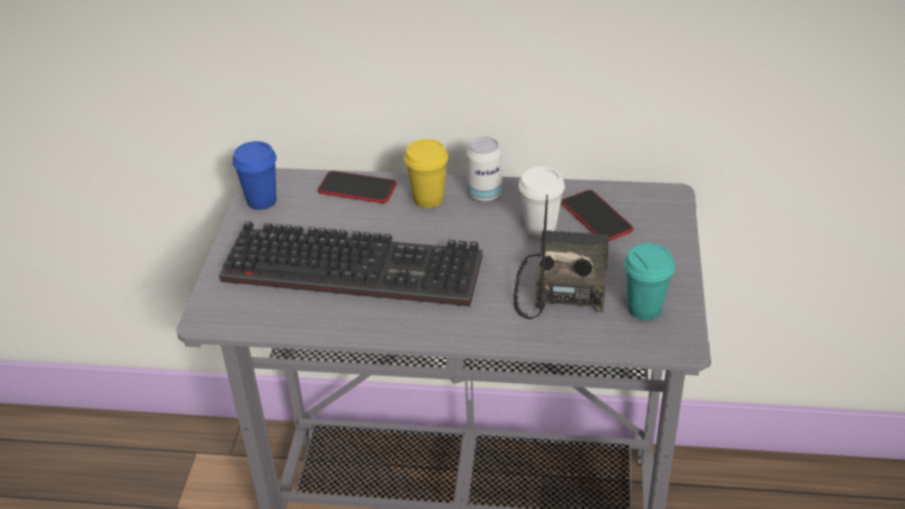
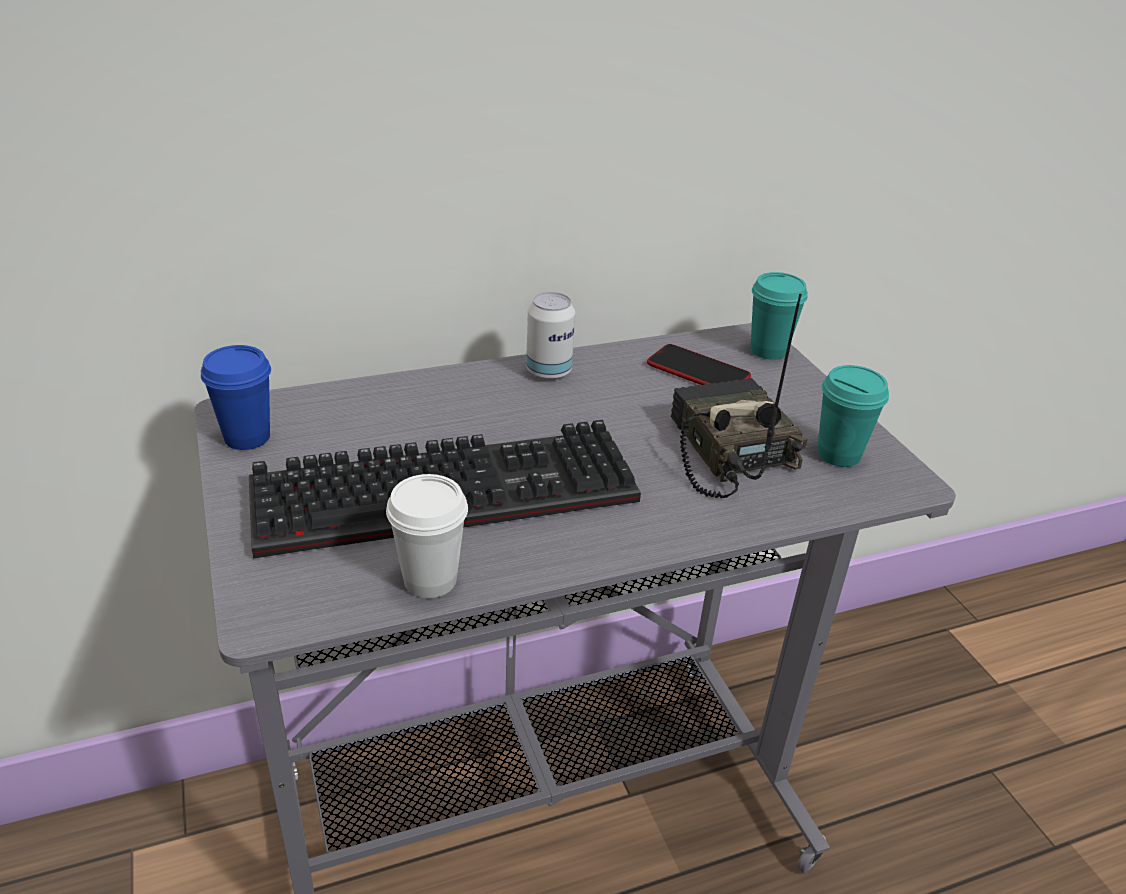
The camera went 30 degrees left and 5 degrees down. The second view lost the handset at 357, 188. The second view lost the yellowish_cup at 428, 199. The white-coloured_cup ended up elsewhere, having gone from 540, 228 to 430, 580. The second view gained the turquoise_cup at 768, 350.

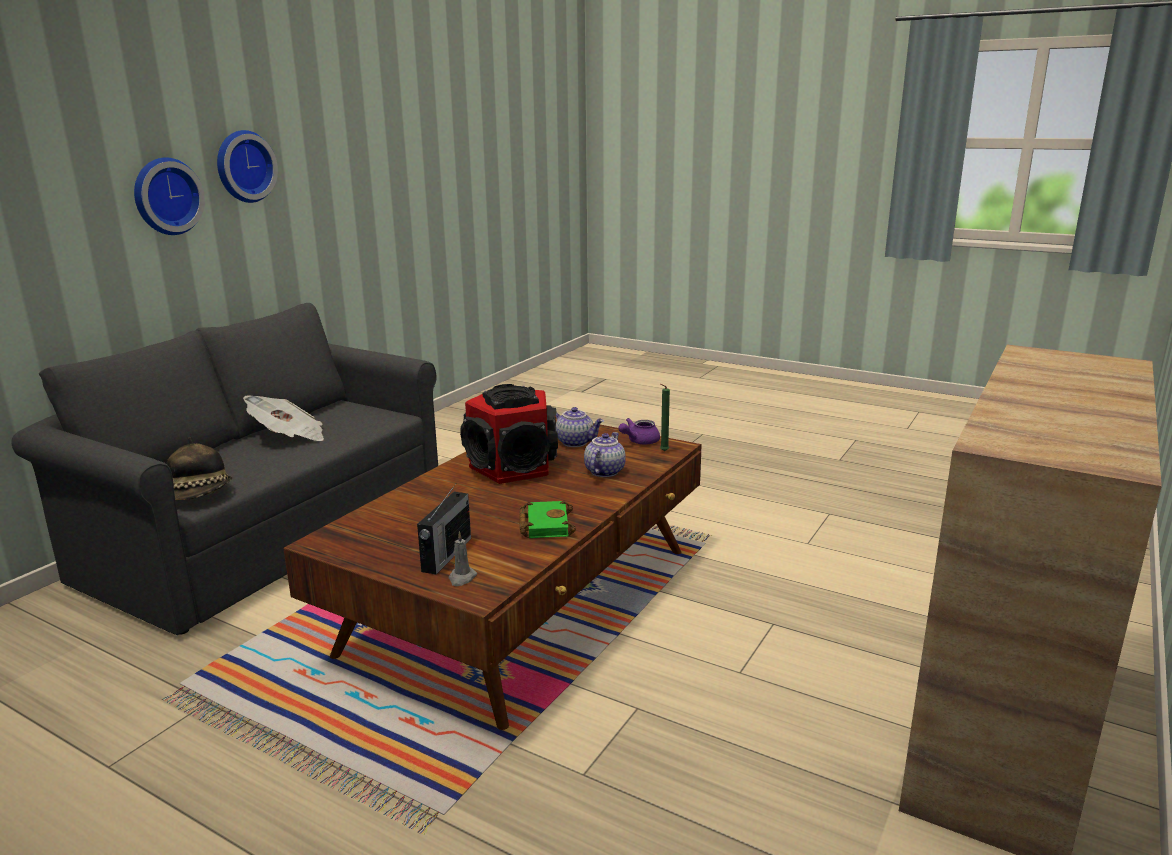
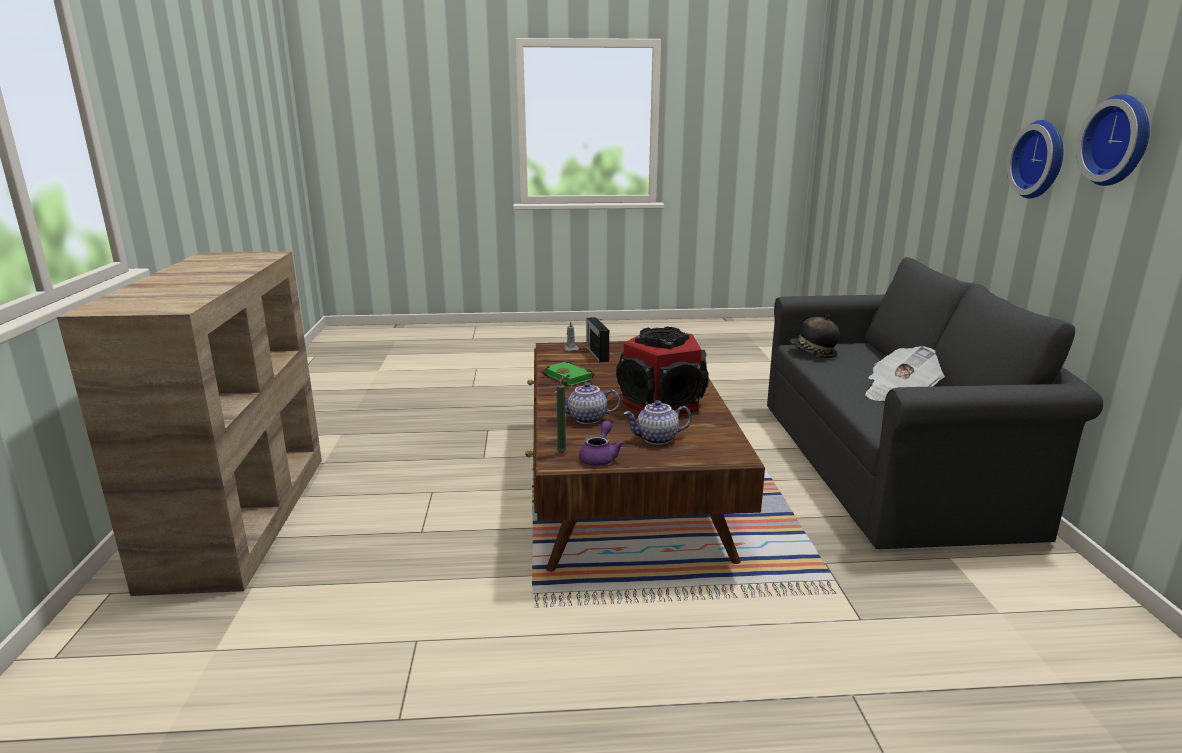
The camera went 145 degrees right and 0 degrees up. The teapot at 604, 471 ended up facing another way, 105 degrees clockwise from before.

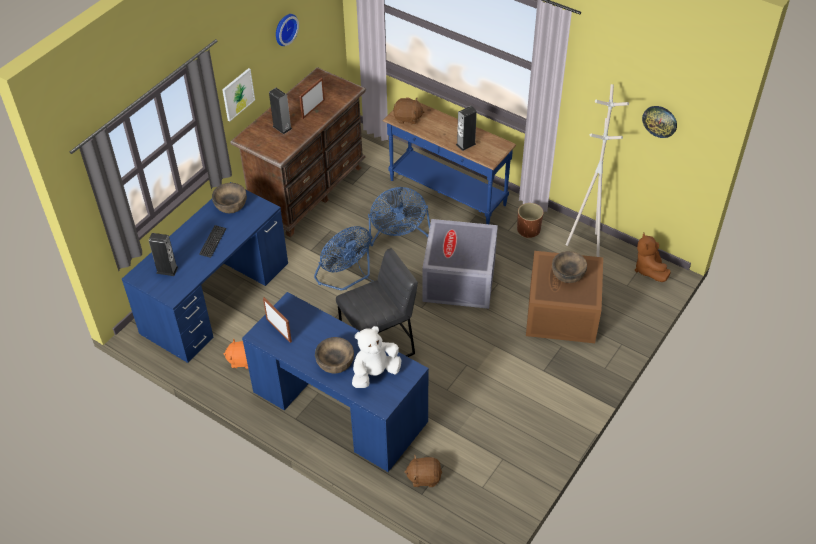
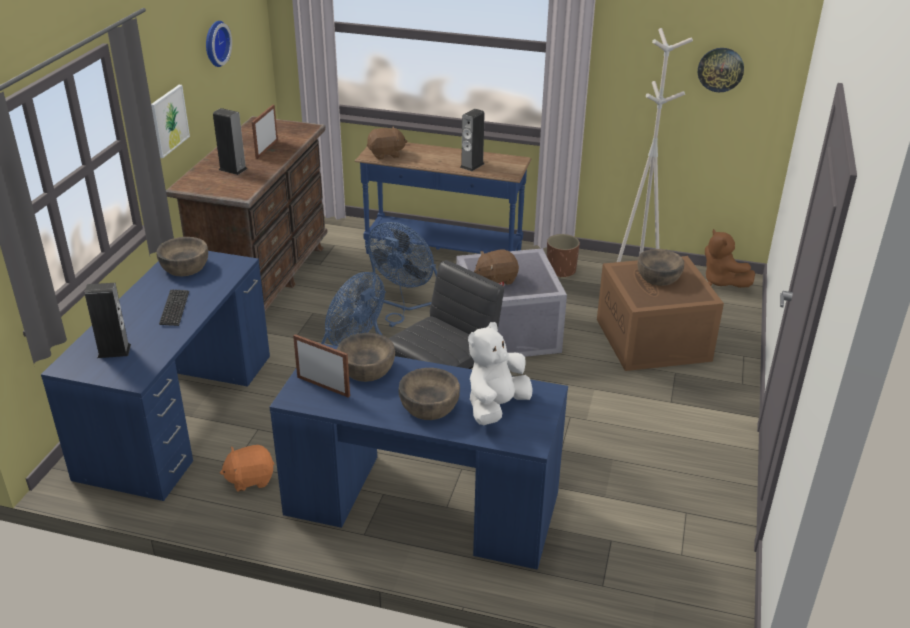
The camera went 20 degrees left and 15 degrees down. The bluish_cooling_fan at 395, 233 ended up facing another way, 120 degrees counterclockwise from before. The brown-coloured_soft_toy ended up elsewhere, having gone from 424, 477 to 496, 279. The second view gained the brown-coloured_serving_bowl at 366, 369.

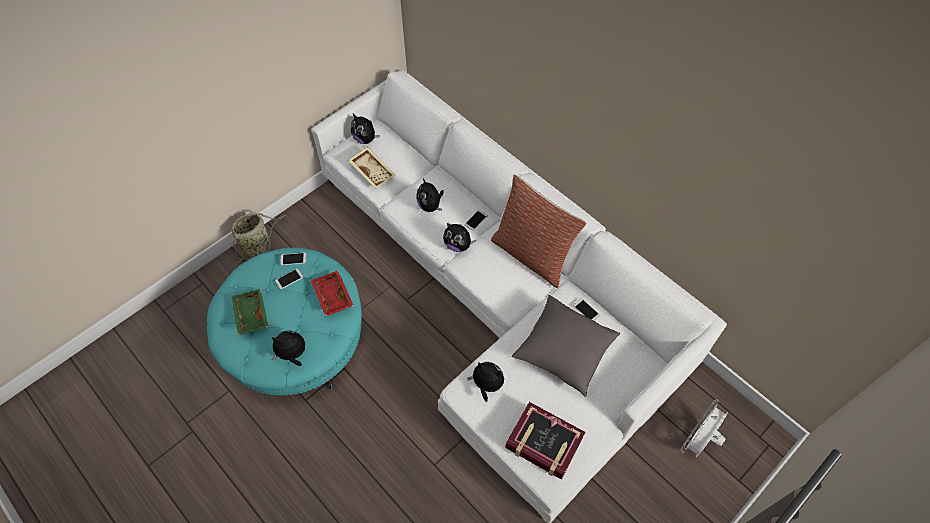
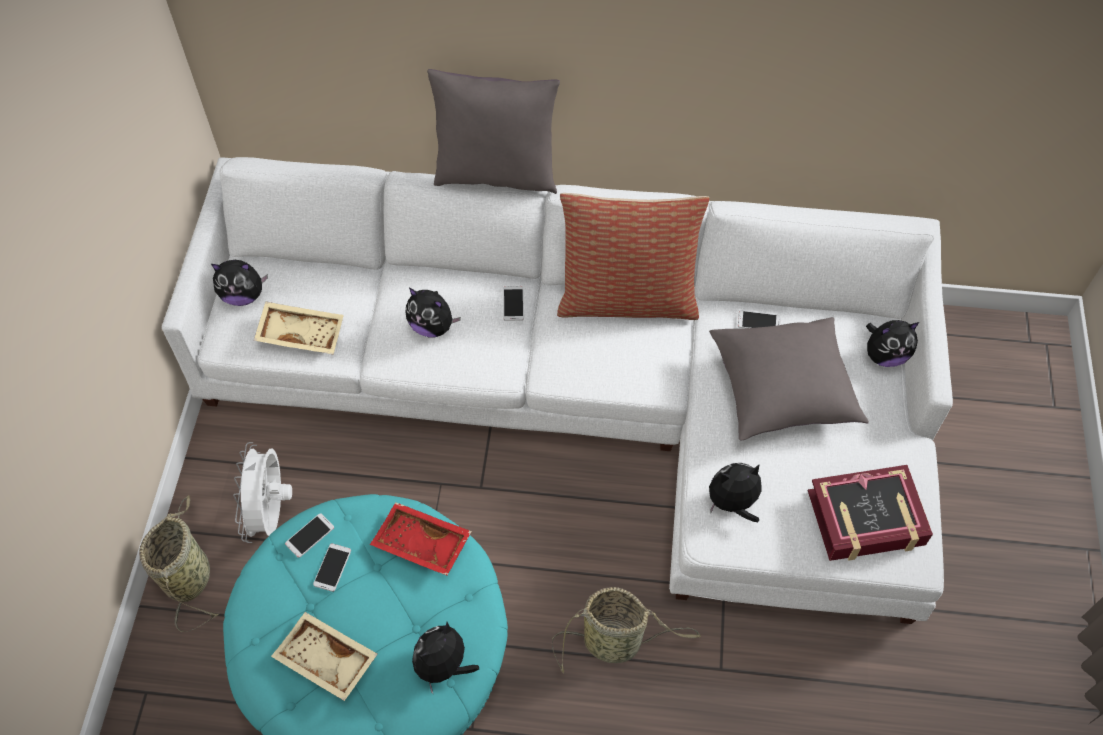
The camera went 40 degrees left and 0 degrees up. What was the green-coloured_serving_tray at 250, 315 turned into the beige-coloured_serving_tray at 325, 661. The soft_toy ended up elsewhere, having gone from 458, 245 to 884, 355. The white-coloured_cooling_fan ended up elsewhere, having gone from 698, 441 to 272, 514. The second view gained the grey_cushion at 496, 174. The second view gained the household_basket at 616, 642.

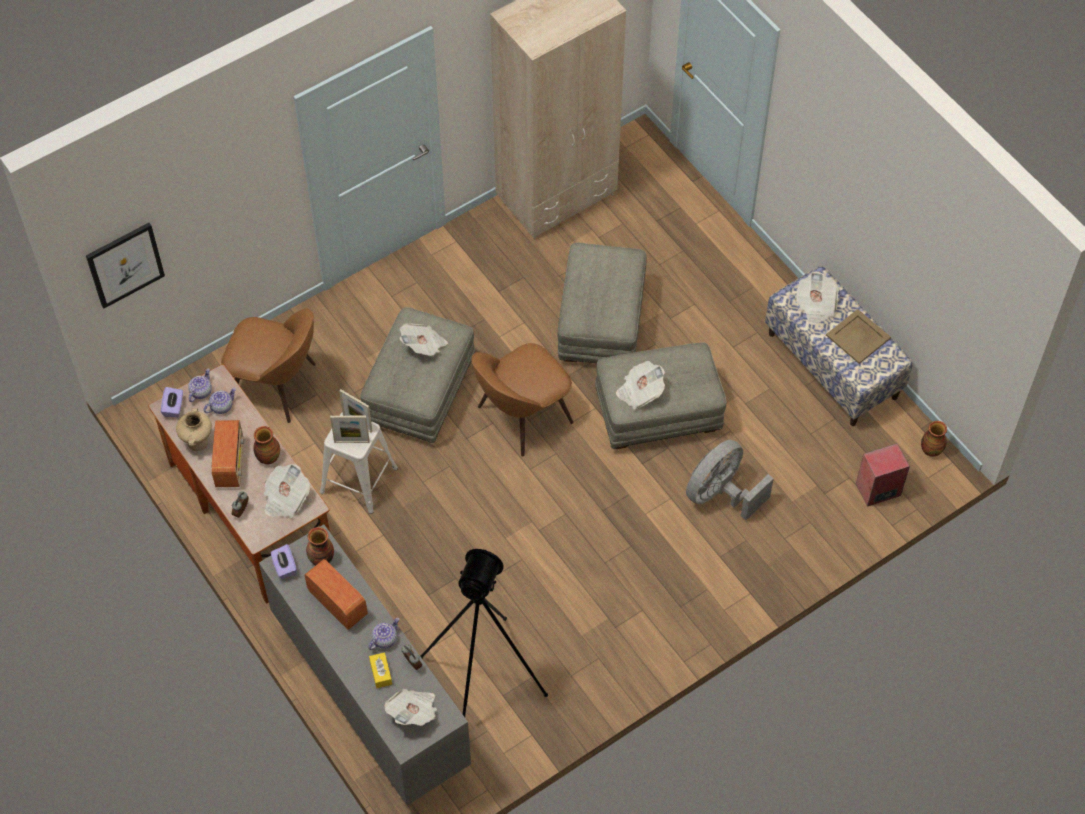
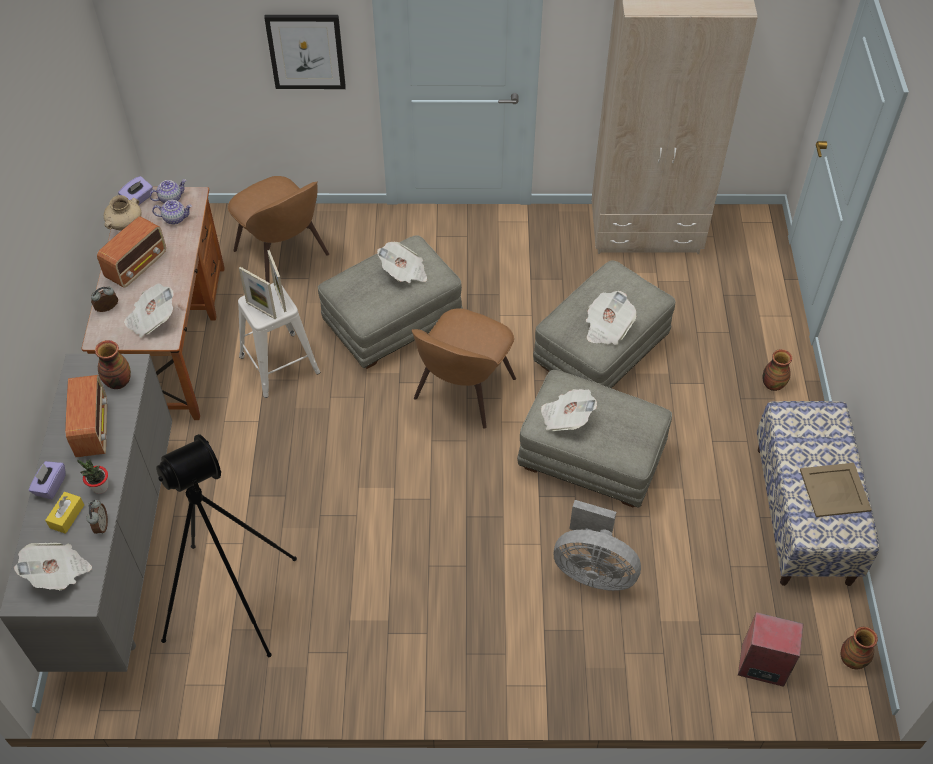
The camera went 35 degrees right and 5 degrees down. The picture ended up elsewhere, having gone from 125, 264 to 306, 51. The flower_vase ended up elsewhere, having gone from 268, 457 to 772, 384. The purple_tissue_holder ended up elsewhere, having gone from 284, 567 to 50, 486. Where the teapot stood at 384, 639, the plant_in_a_pot came to stand at 100, 487. The brown-coloured_plain_chair at 521, 416 ended up facing another way, 60 degrees counterclockwise from before. The grey_cooling_fan at 721, 494 ended up facing another way, 150 degrees counterclockwise from before. The newspaper ended up elsewhere, having gone from 815, 306 to 607, 328.

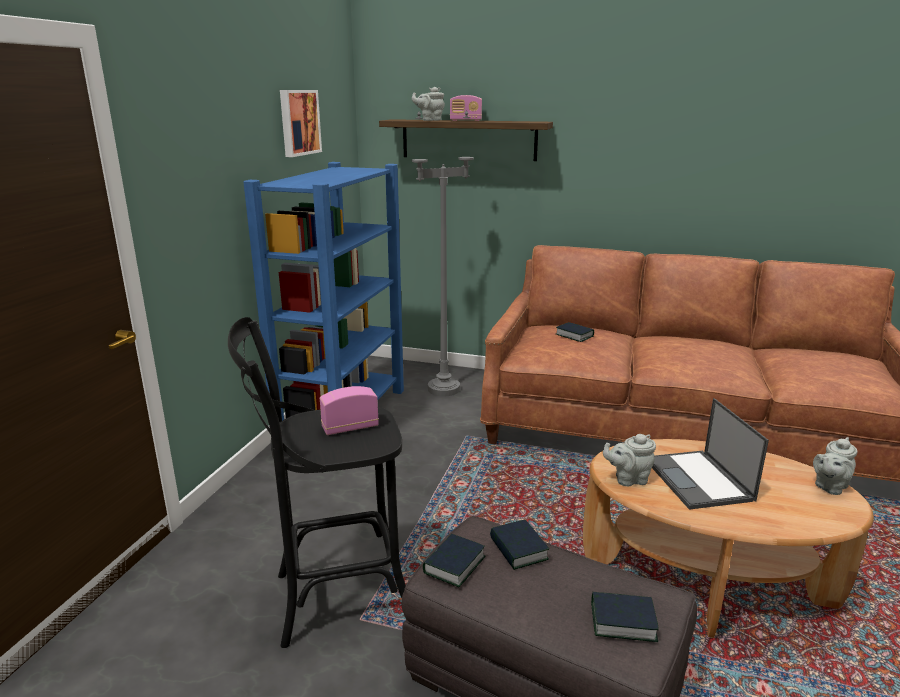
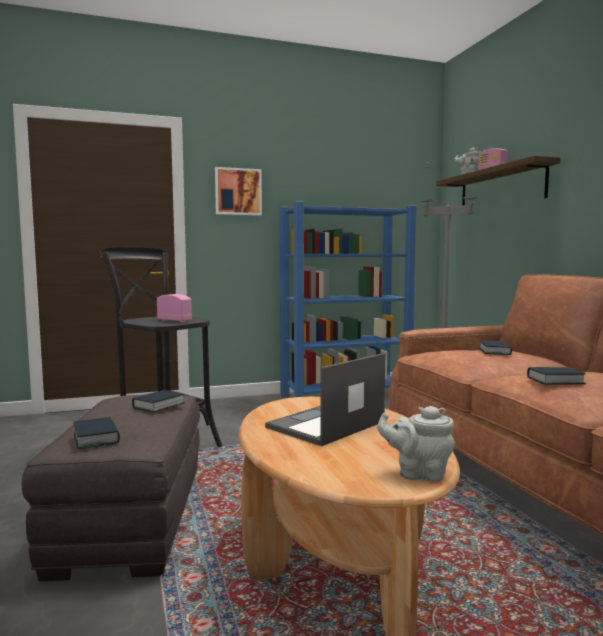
The camera went 55 degrees right and 15 degrees down. The picture ended up elsewhere, having gone from 298, 122 to 238, 192. The book ended up elsewhere, having gone from 454, 565 to 555, 381. The second view lost the grey_teapot at 628, 479.

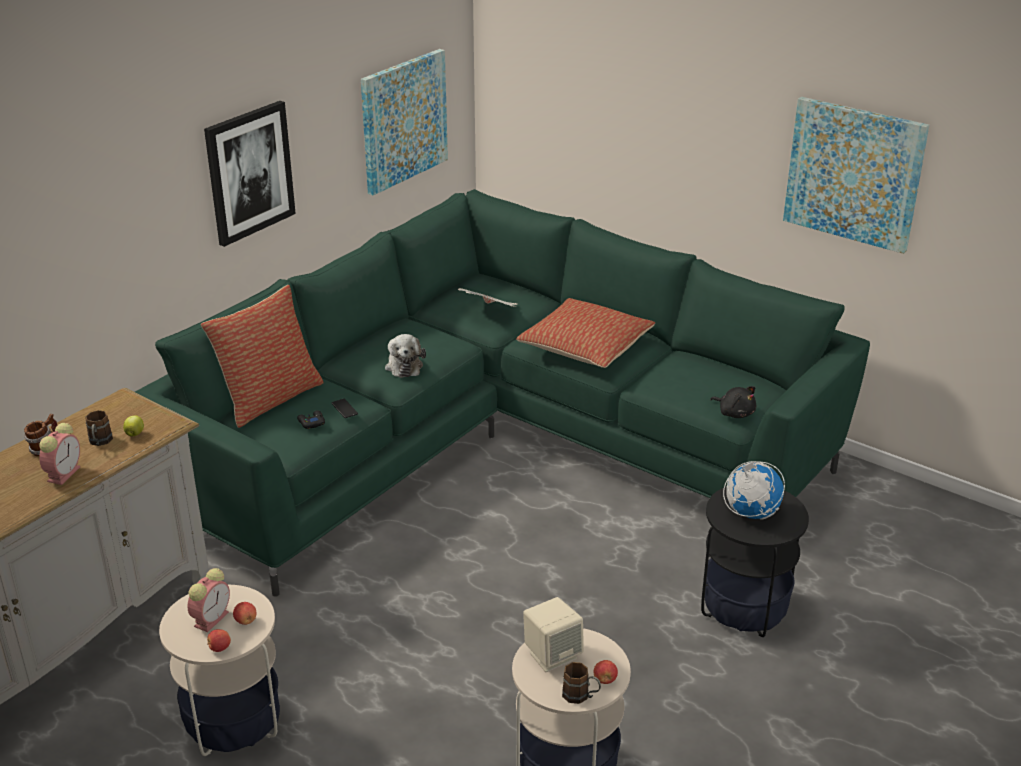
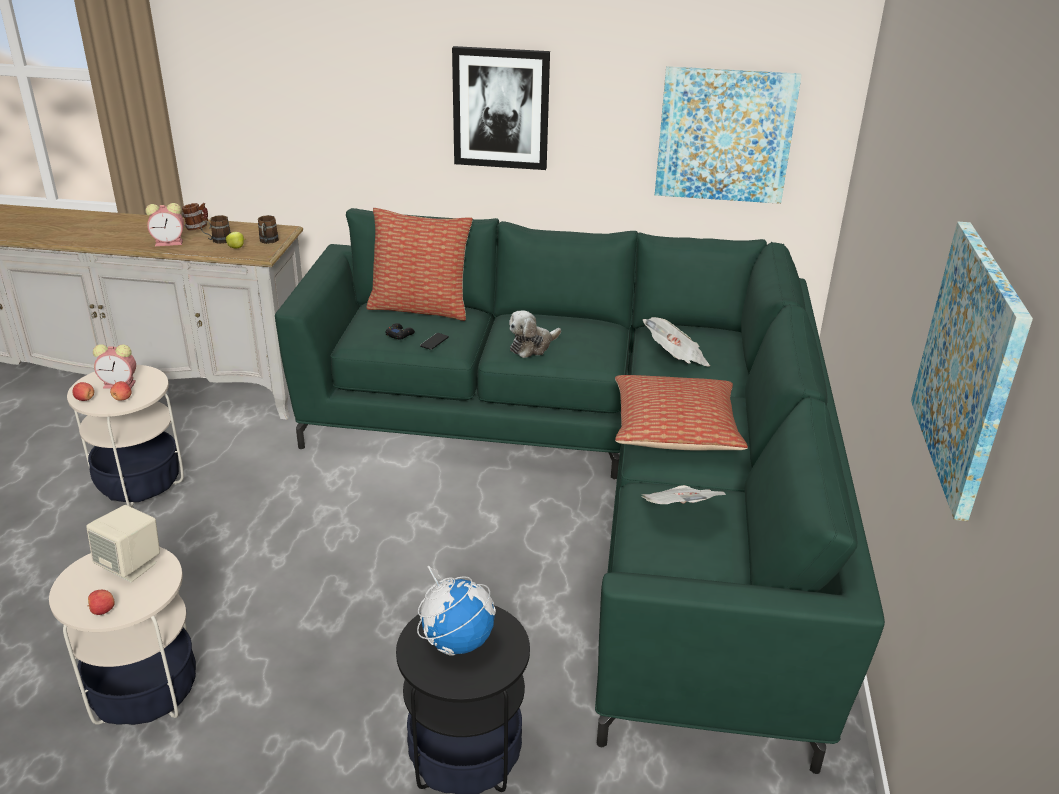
The camera went 60 degrees right and 0 degrees up. The brown-coloured_mug ended up elsewhere, having gone from 581, 696 to 268, 241. The second view lost the black_soft_toy at 735, 413. The second view gained the newspaper at 680, 513.

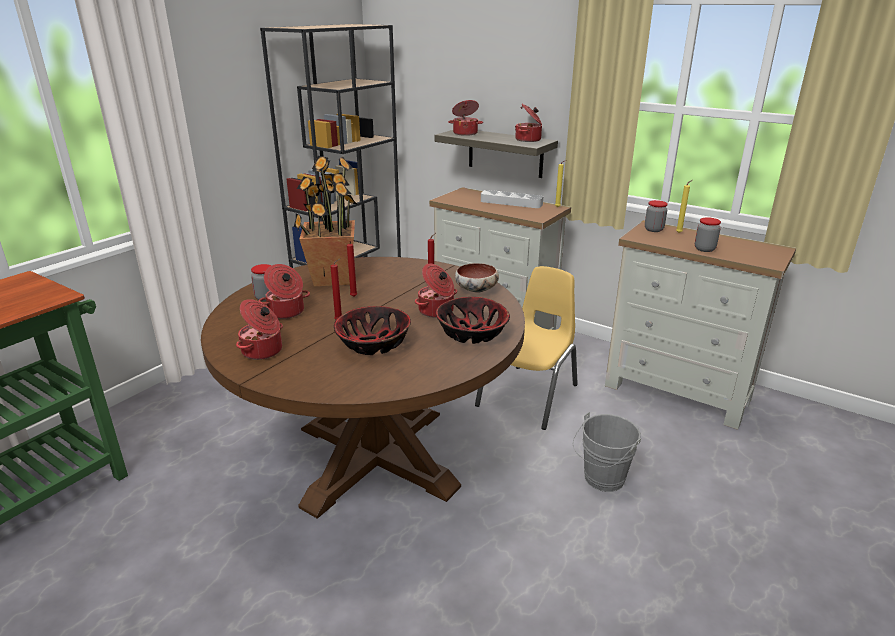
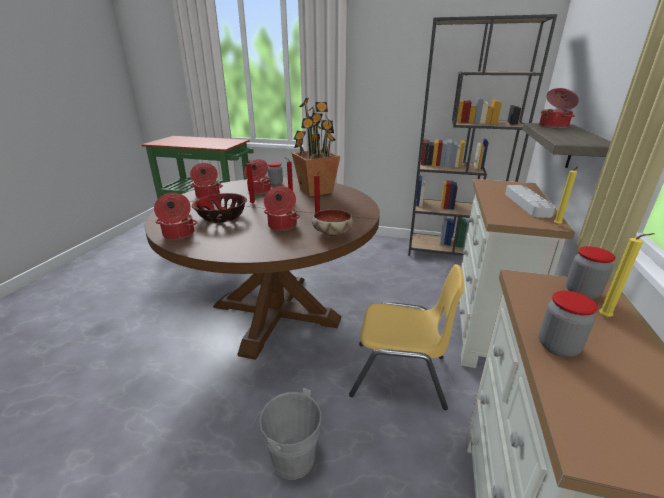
The camera went 70 degrees right and 0 degrees up. The second view lost the serving_bowl at 472, 334. The saucepot ended up elsewhere, having gone from 529, 140 to 178, 234.

